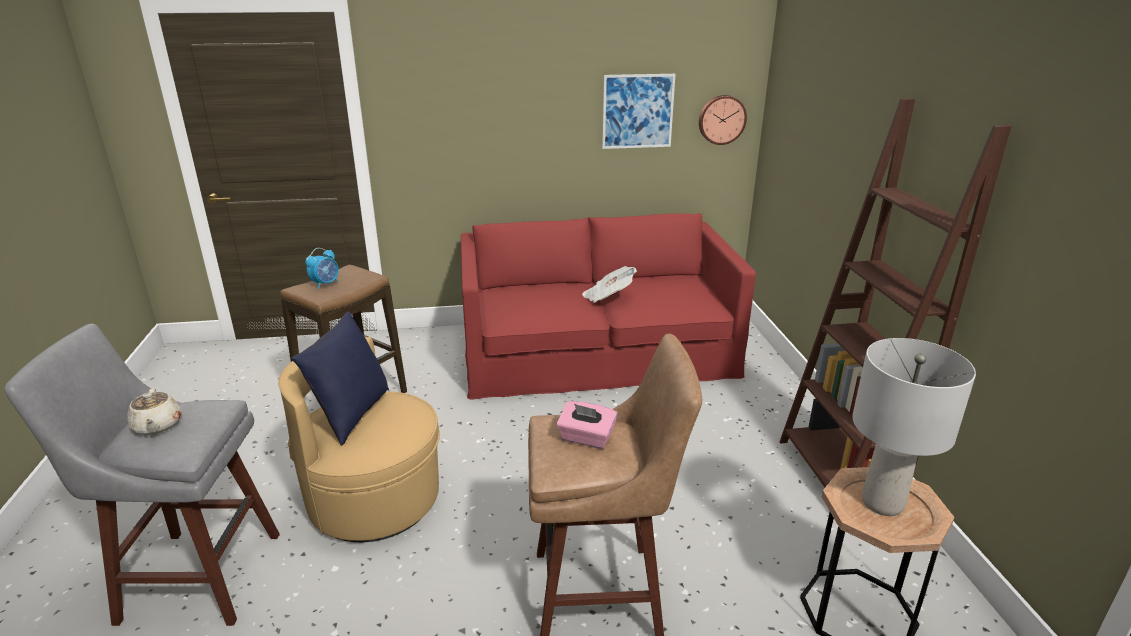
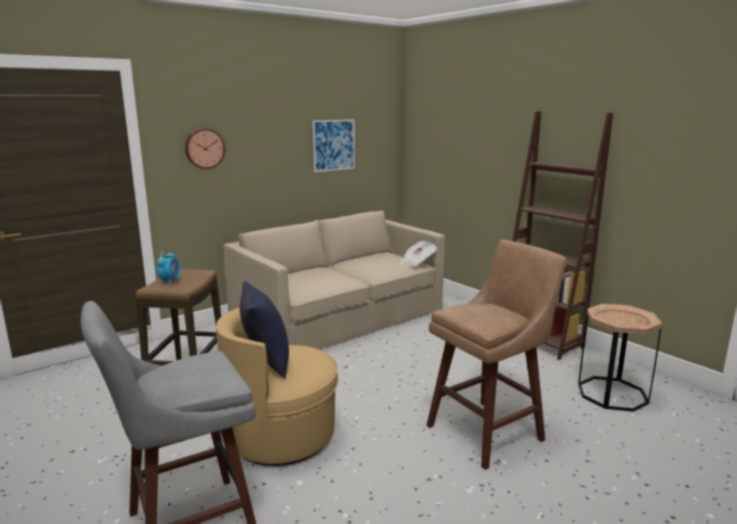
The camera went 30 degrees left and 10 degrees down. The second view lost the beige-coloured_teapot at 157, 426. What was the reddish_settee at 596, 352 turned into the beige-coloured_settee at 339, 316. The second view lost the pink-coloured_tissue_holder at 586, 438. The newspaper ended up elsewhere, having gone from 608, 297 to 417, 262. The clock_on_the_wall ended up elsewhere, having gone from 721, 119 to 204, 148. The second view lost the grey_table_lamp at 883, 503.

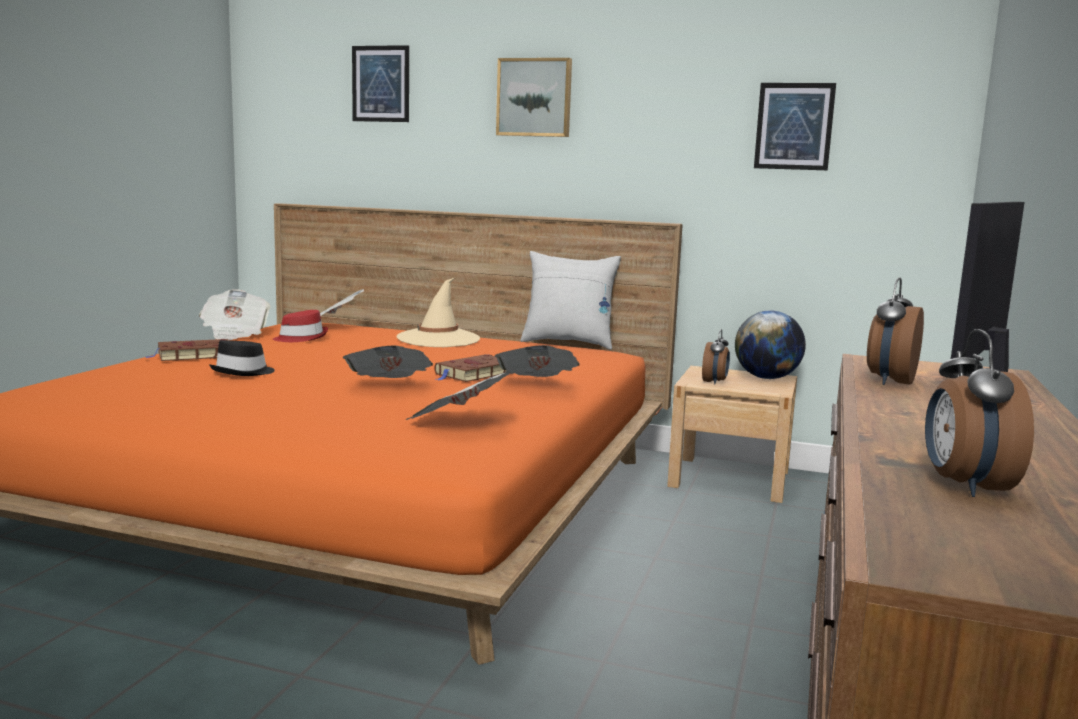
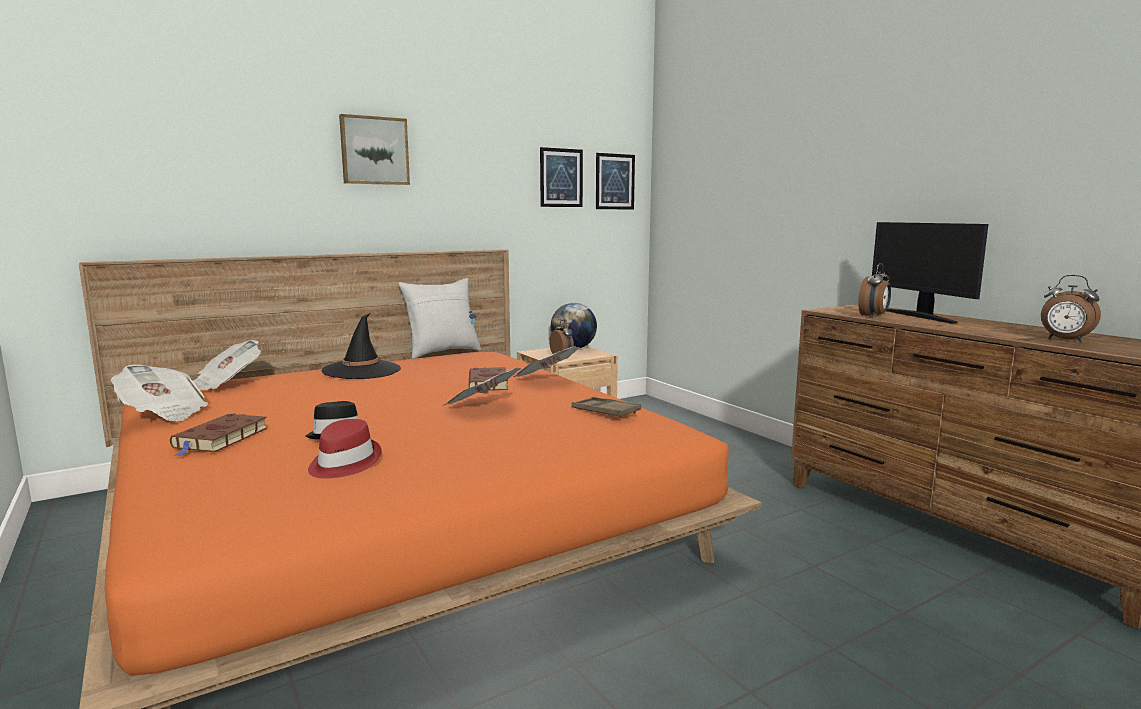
The camera went 50 degrees left and 0 degrees up. The reddish_hat ended up elsewhere, having gone from 301, 338 to 343, 463. The picture ended up elsewhere, having gone from 380, 84 to 615, 181. What was the beige-coloured_hat at 438, 339 turned into the black_hat at 362, 370. Where the newspaper stood at 457, 423, the brown-coloured_serving_tray came to stand at 605, 412. The bedside_clock at 889, 381 ended up facing another way, 120 degrees counterclockwise from before.

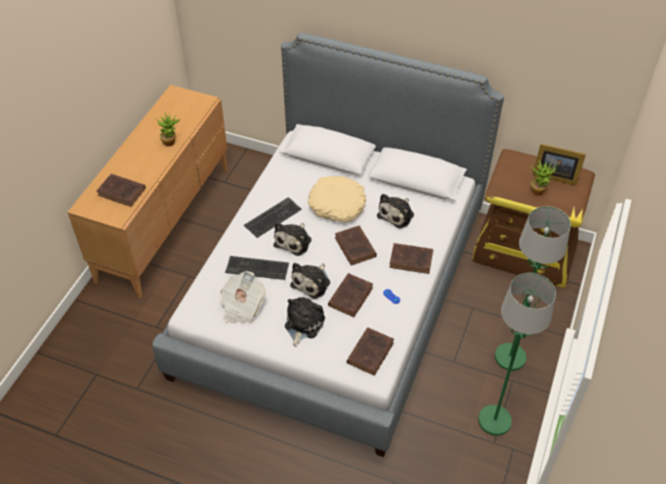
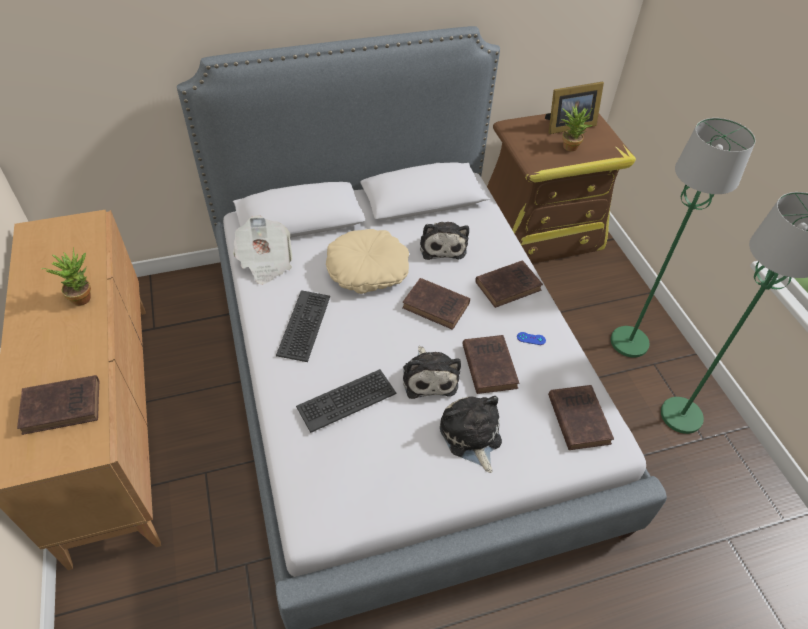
The camera went 40 degrees left and 0 degrees up. The newspaper ended up elsewhere, having gone from 241, 306 to 265, 262. The second view lost the soft_toy at 294, 241.

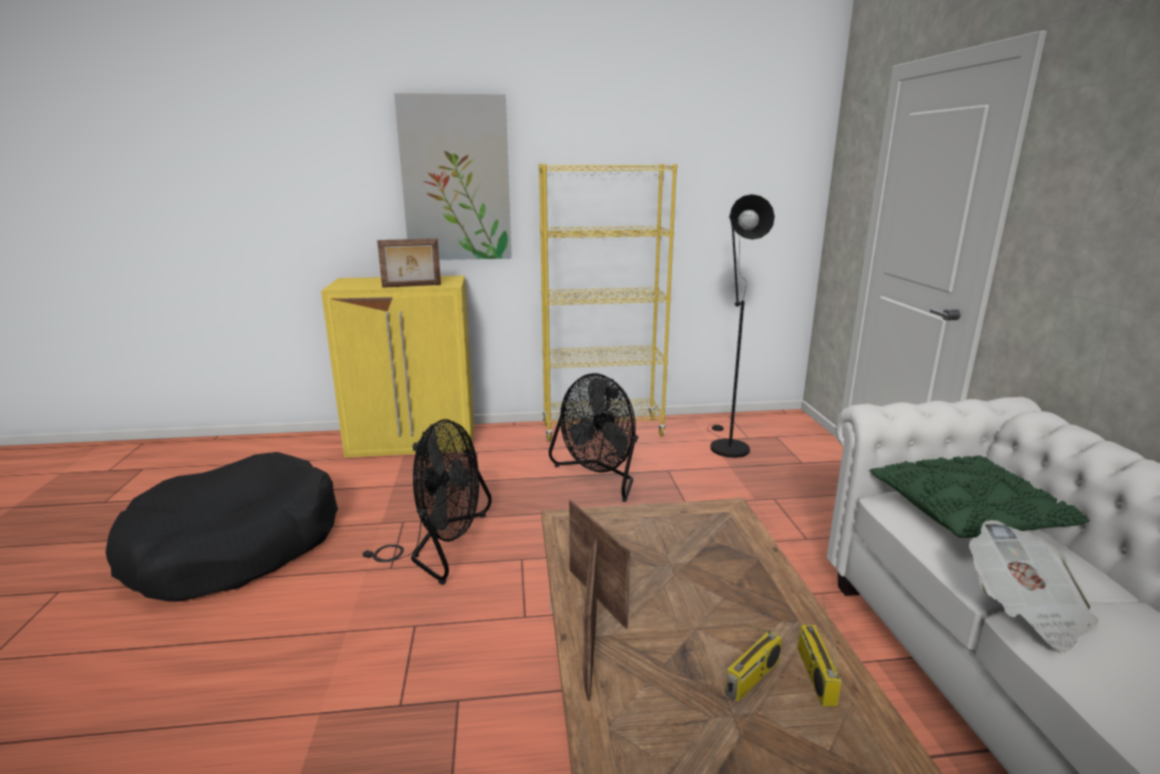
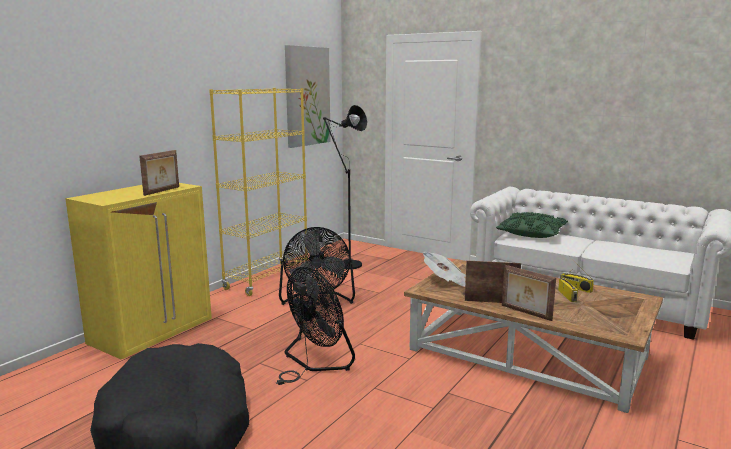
The camera went 50 degrees left and 5 degrees down. The picture ended up elsewhere, having gone from 456, 179 to 307, 96. The newspaper ended up elsewhere, having gone from 1024, 609 to 445, 281.

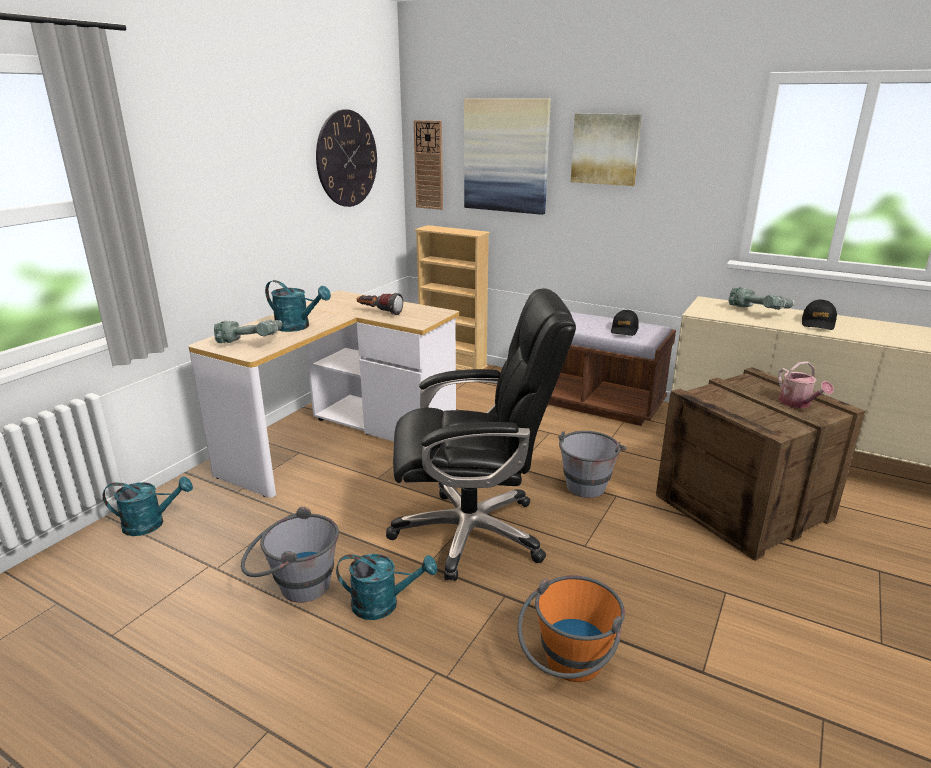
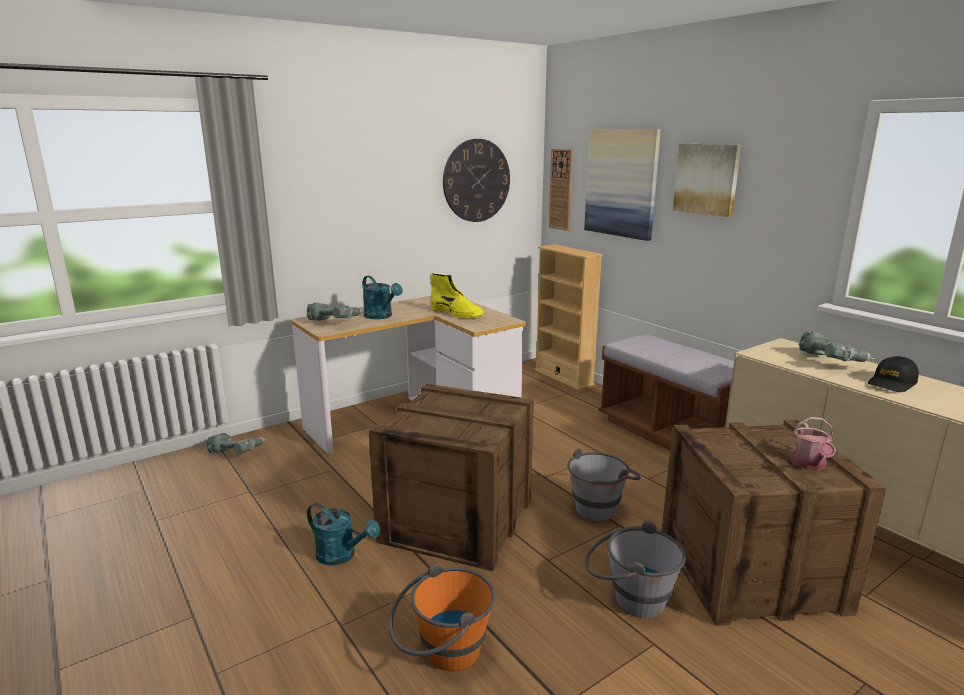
The camera went 25 degrees right and 5 degrees down. Where the turquoise_sprinkling_can stood at 151, 524, the drill came to stand at 238, 453. The grey_bucket ended up elsewhere, having gone from 294, 586 to 629, 598. Where the torch stood at 379, 312, the yellowish_high-top_boot came to stand at 457, 314. Where the black_computer_chair stood at 472, 533, the shipping_crate came to stand at 457, 521. The second view lost the black_peaked_cap at 624, 330.

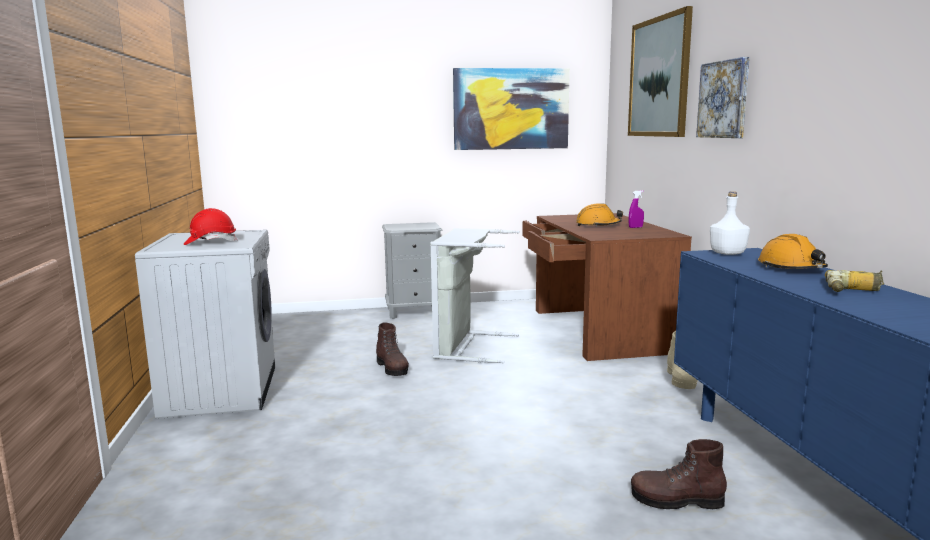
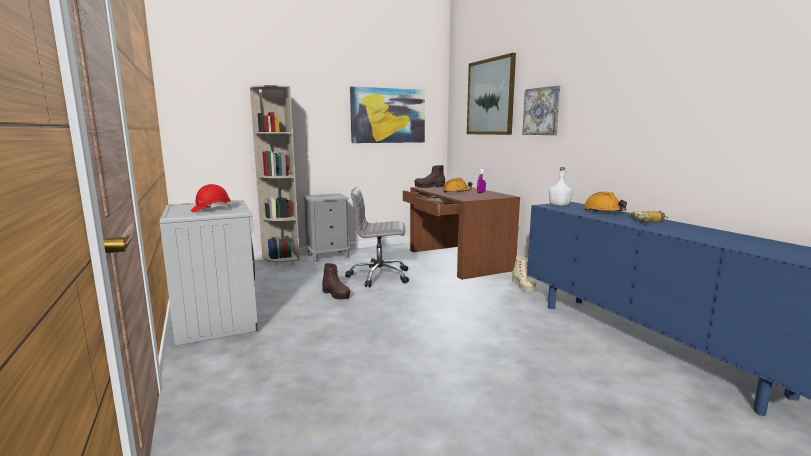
The camera went 15 degrees left and 0 degrees up. Where the grey_hamper stood at 467, 346, the grey_computer_chair came to stand at 379, 276. The brown-coloured_high-top_boot ended up elsewhere, having gone from 676, 500 to 429, 187. The second view gained the beige-coloured_shelving_unit at 282, 262.

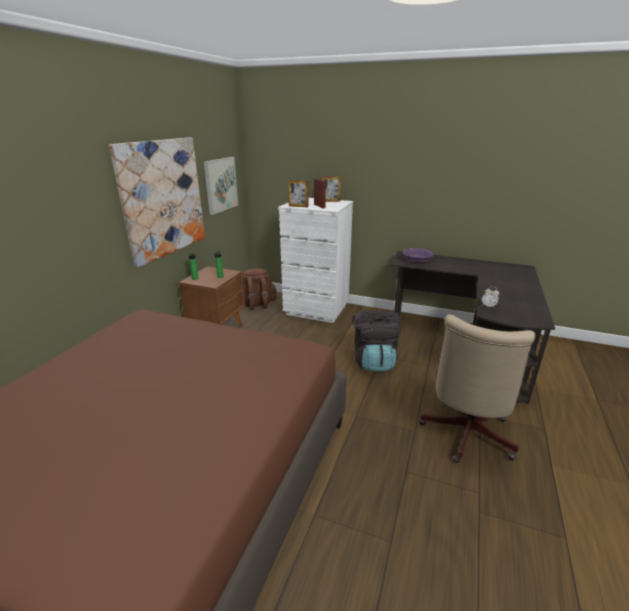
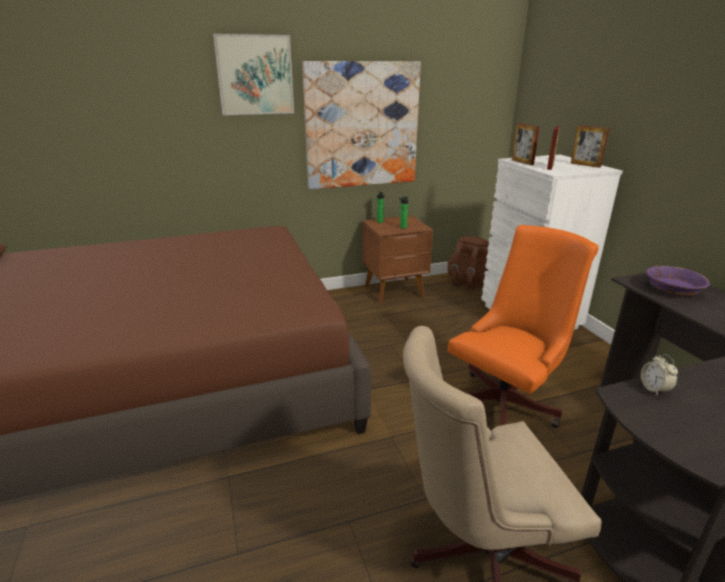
The camera went 50 degrees right and 0 degrees up. The picture ended up elsewhere, having gone from 221, 185 to 255, 75. Where the black_knapsack stood at 374, 361, the orange-coloured_computer_chair came to stand at 506, 403.

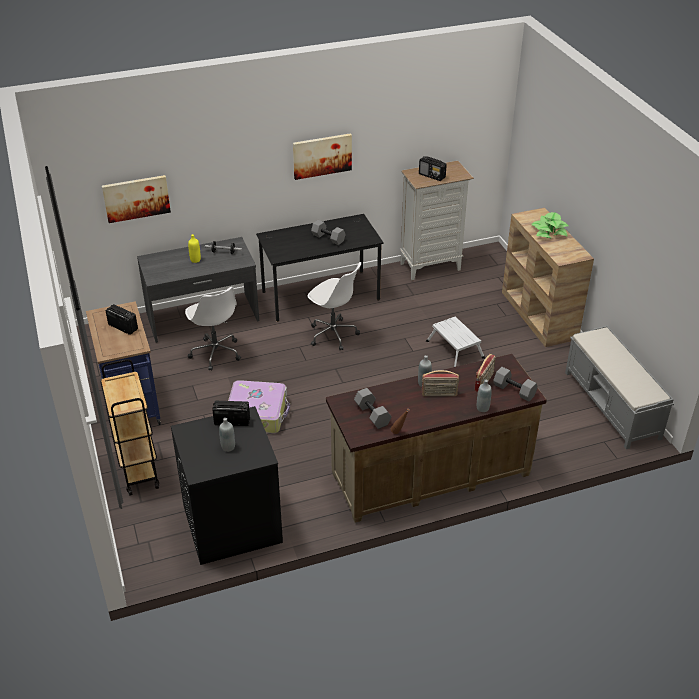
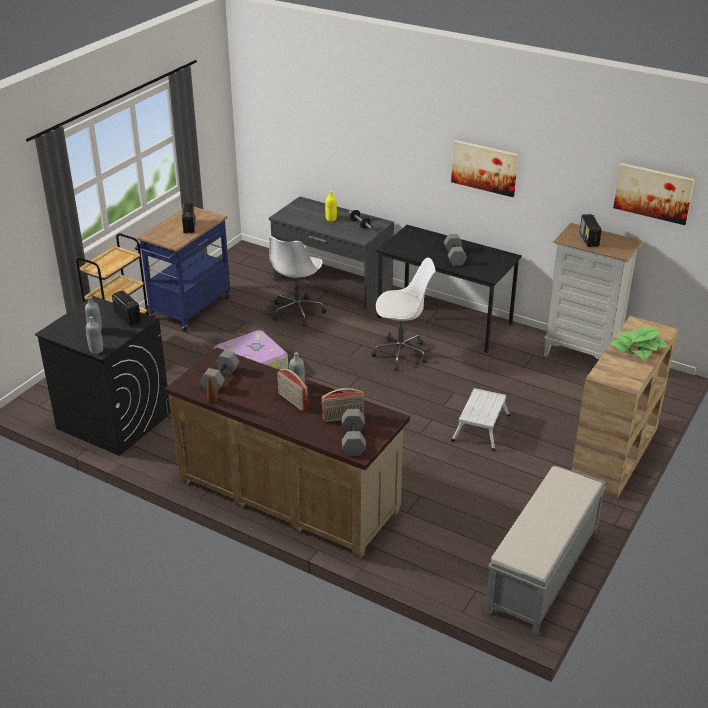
The camera went 50 degrees right and 5 degrees down. The picture ended up elsewhere, having gone from 136, 198 to 653, 193. The white-coloured_computer_chair at 334, 335 ended up facing another way, 90 degrees counterclockwise from before. The grey_bottle ended up elsewhere, having gone from 482, 408 to 96, 350.

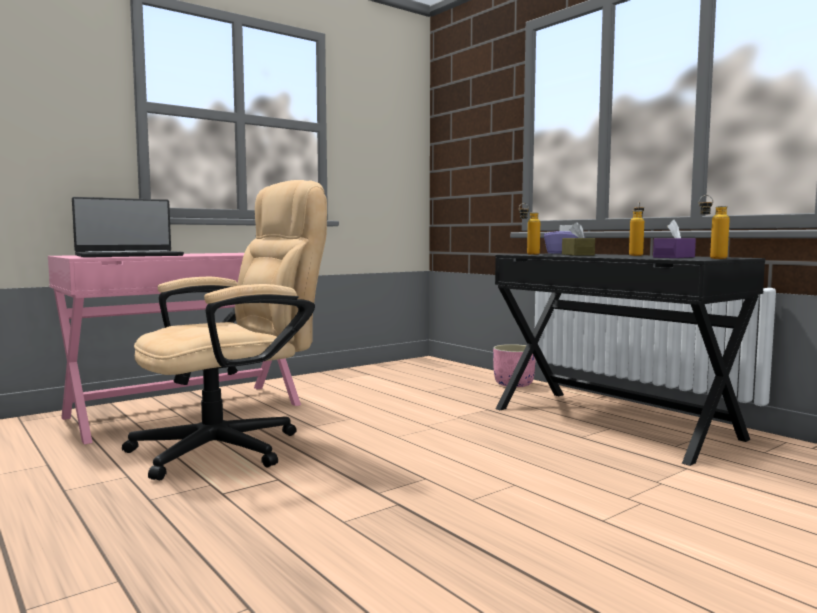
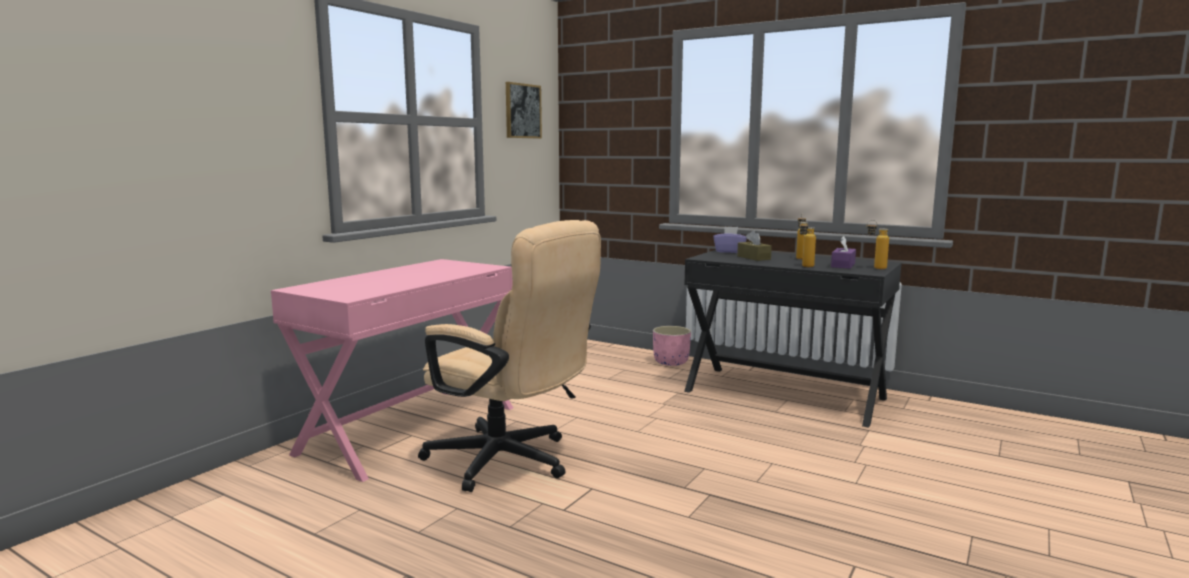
The camera went 20 degrees left and 5 degrees up. The second view lost the portable_computer at 129, 255. The beige-coloured_computer_chair at 232, 446 ended up facing another way, 90 degrees clockwise from before. The bottle ended up elsewhere, having gone from 528, 254 to 804, 267. The second view gained the picture at 522, 111.

